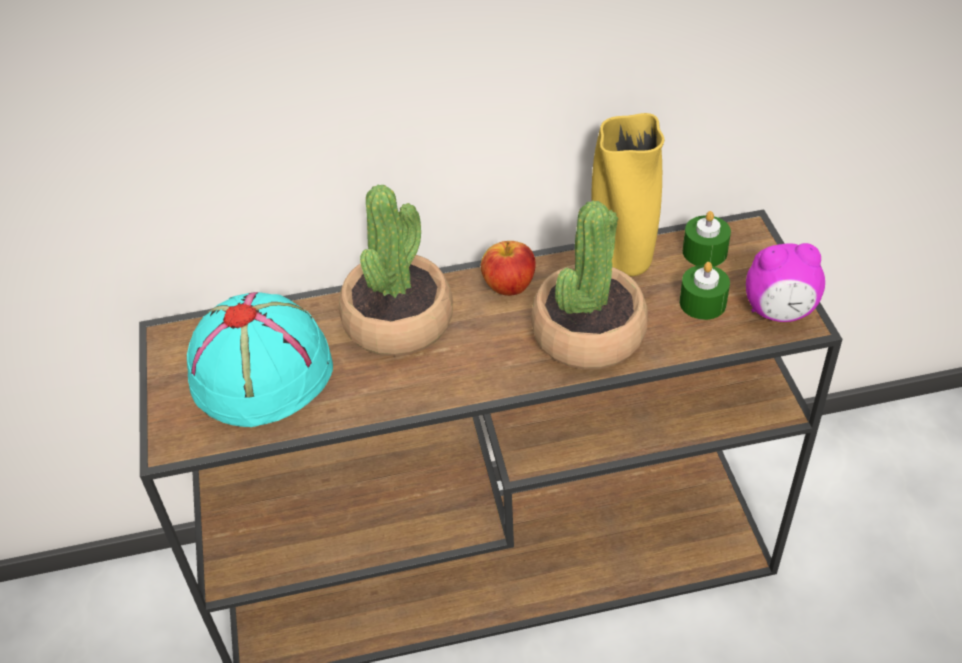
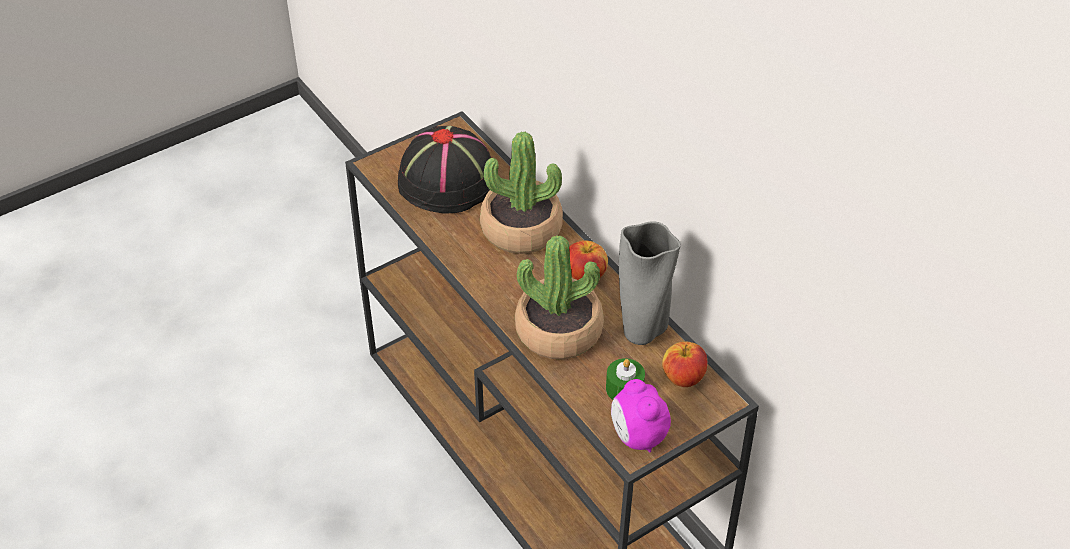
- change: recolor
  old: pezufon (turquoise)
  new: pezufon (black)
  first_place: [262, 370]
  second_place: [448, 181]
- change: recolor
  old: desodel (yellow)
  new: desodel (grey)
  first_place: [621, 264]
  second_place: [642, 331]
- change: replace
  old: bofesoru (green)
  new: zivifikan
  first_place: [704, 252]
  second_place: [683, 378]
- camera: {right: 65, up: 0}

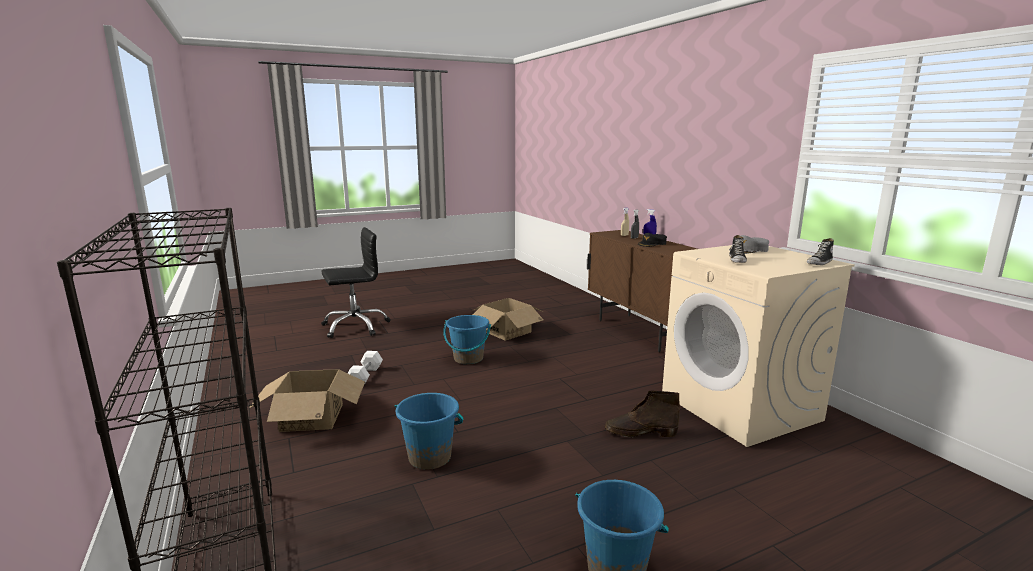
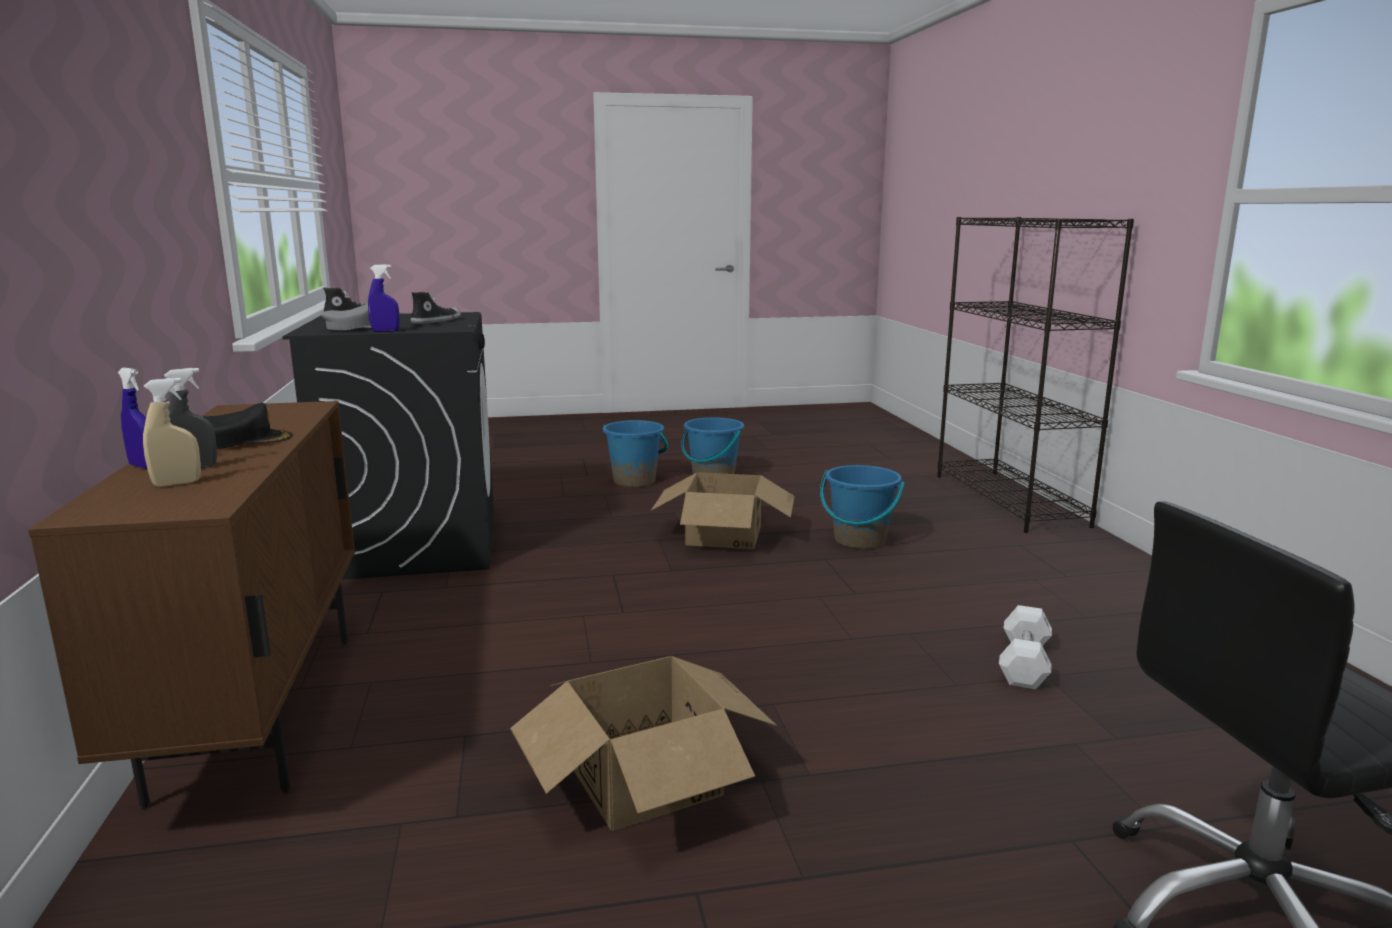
- change: recolor
  old: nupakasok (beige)
  new: nupakasok (black)
  first_place: [740, 407]
  second_place: [414, 544]
- change: insert
  new: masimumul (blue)
  second_place: [385, 331]
- change: move
  old: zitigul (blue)
  first_place: [468, 359]
  second_place: [634, 481]
- change: move
  old: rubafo
  first_place: [312, 417]
  second_place: [724, 535]
- change: delete
  old: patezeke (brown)
  first_place: [640, 432]
- camera: {right: -165, up: 0}

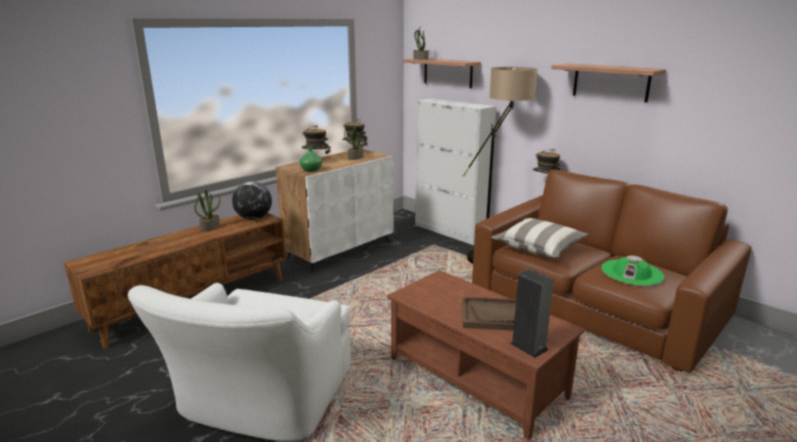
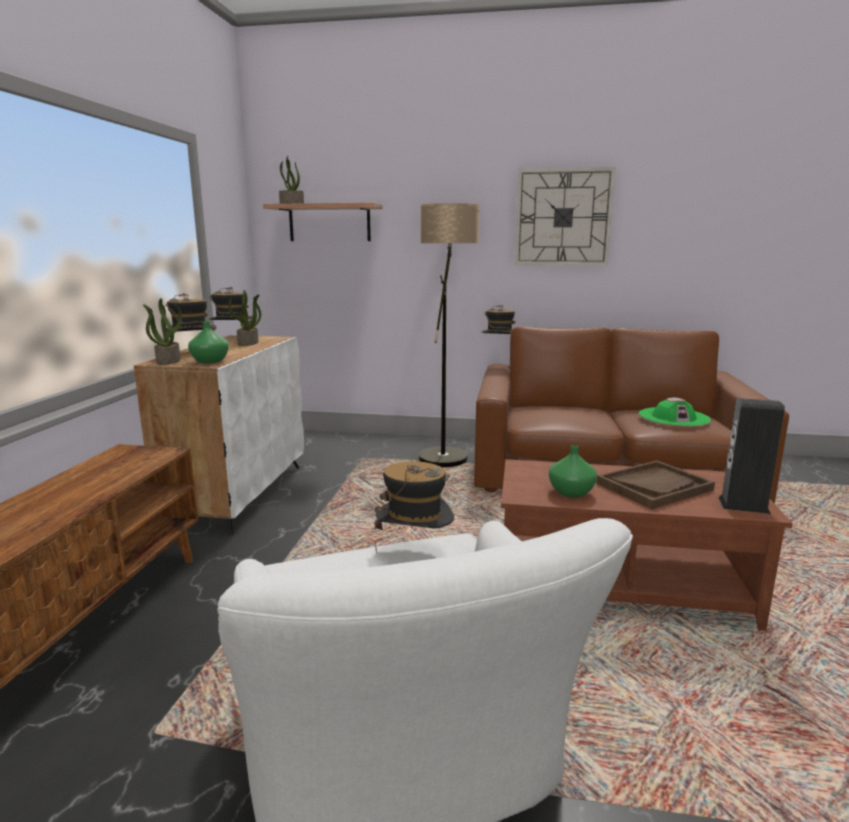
- change: move
  old: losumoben
  first_place: [210, 227]
  second_place: [168, 361]
- change: insert
  new: pezufon
  second_place: [414, 550]
- change: replace
  old: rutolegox
  new: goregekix
  first_place: [610, 82]
  second_place: [563, 217]
- change: insert
  new: desodel (green)
  second_place: [571, 492]
- change: delete
  old: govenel
  first_place: [253, 218]
- change: delete
  old: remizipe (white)
  first_place: [450, 231]
- change: delete
  old: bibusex
  first_place: [539, 248]
- camera: {right: -35, up: -5}

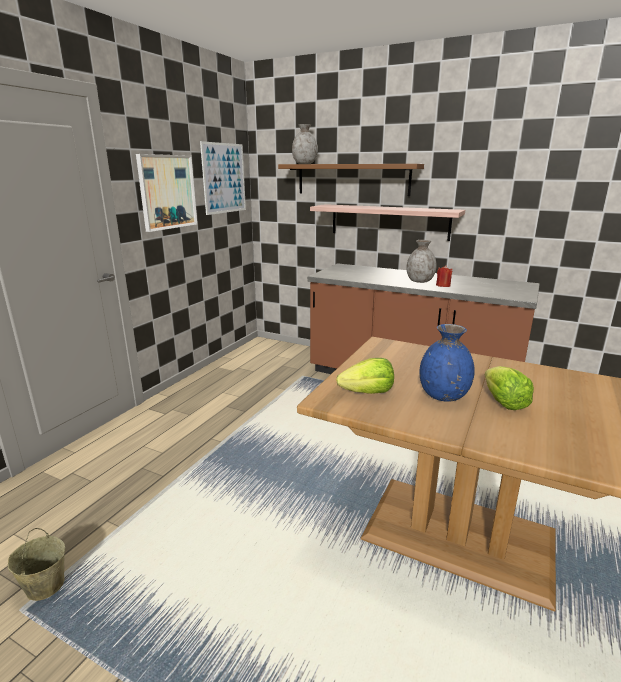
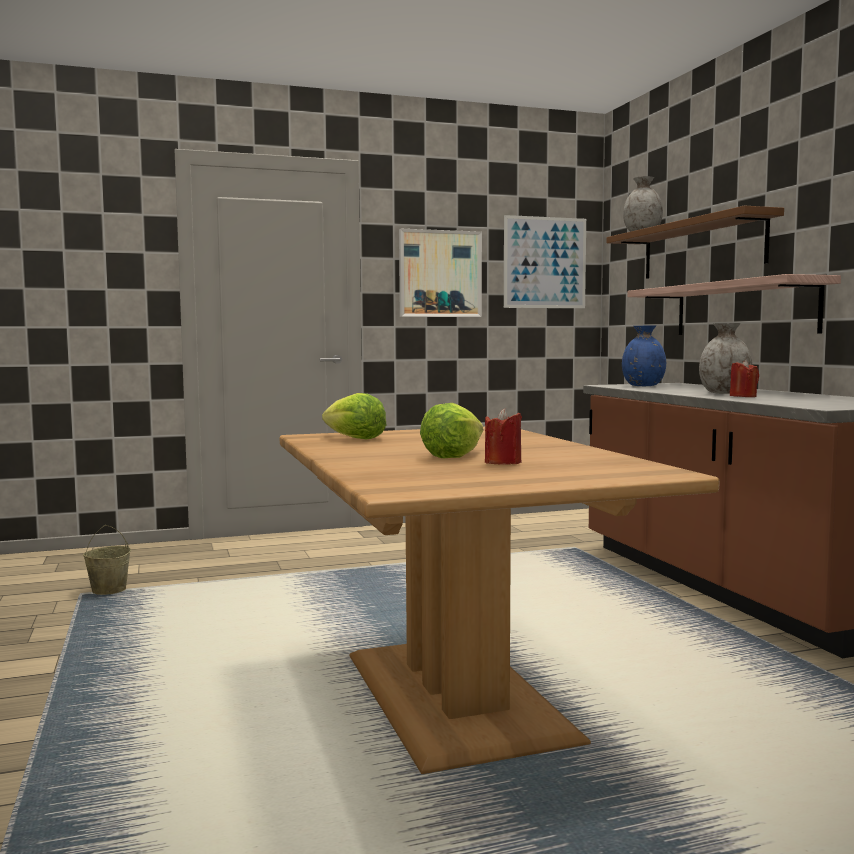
- change: insert
  new: bofesoru (red)
  second_place: [503, 462]
- change: move
  old: desodel (blue)
  first_place: [443, 396]
  second_place: [642, 386]
- camera: {right: 45, up: -15}

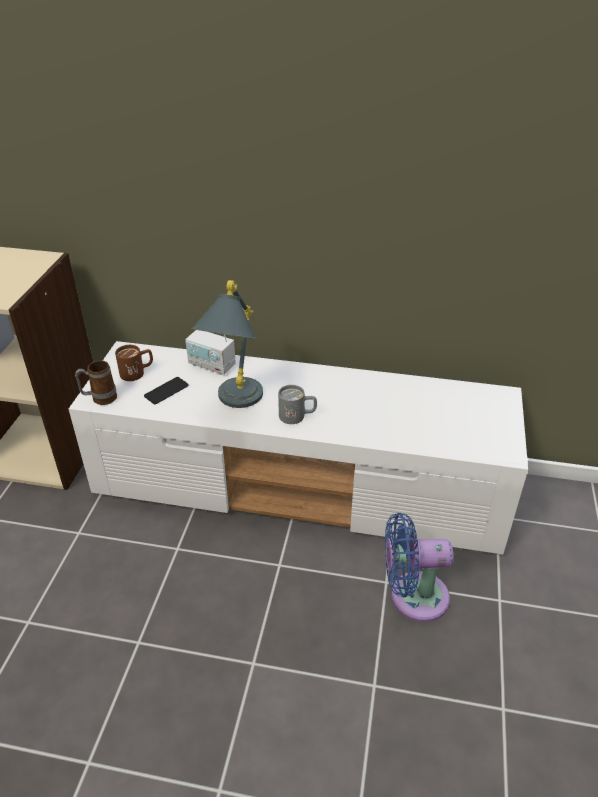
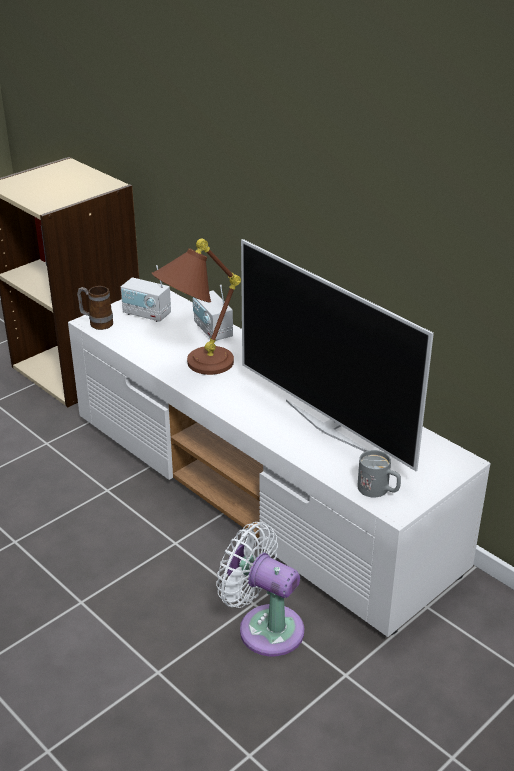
- change: replace
  old: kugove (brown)
  new: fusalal
  first_place: [137, 372]
  second_place: [146, 314]
- change: recolor
  old: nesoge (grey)
  new: nesoge (brown)
  first_place: [234, 404]
  second_place: [195, 368]
- change: recolor
  old: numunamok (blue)
  new: numunamok (white)
  first_place: [413, 596]
  second_place: [265, 627]
- change: insert
  new: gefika
  second_place: [330, 426]
- change: move
  old: kugove (grey)
  first_place: [297, 416]
  second_place: [379, 490]
- change: delete
  old: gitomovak
  first_place: [166, 391]
- camera: {right: 35, up: -5}

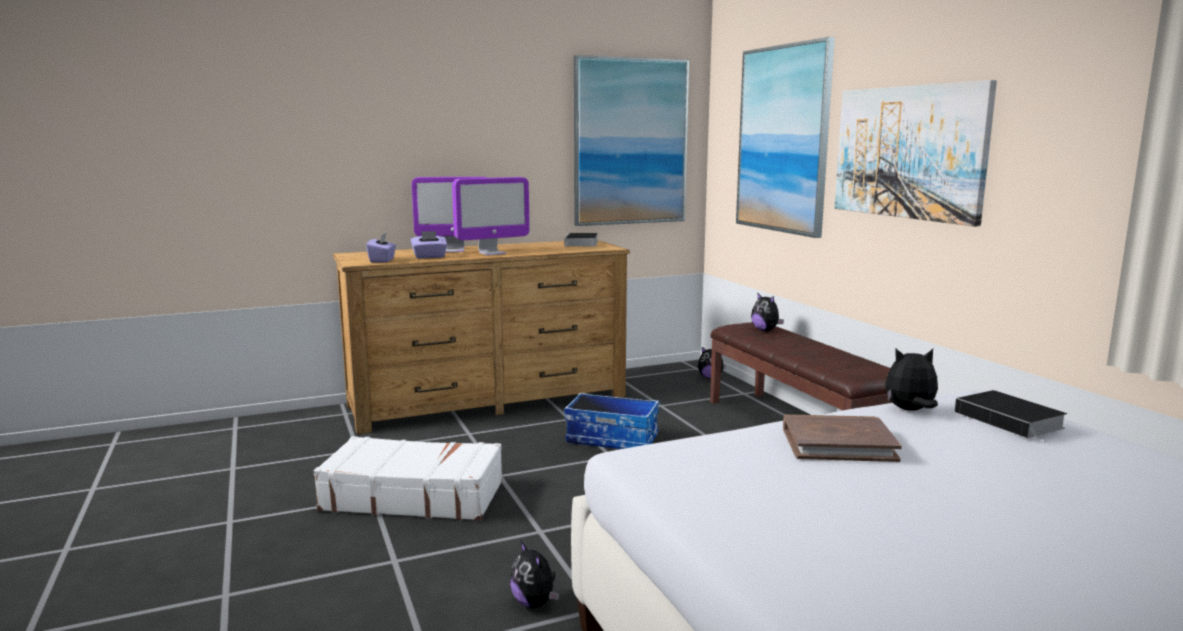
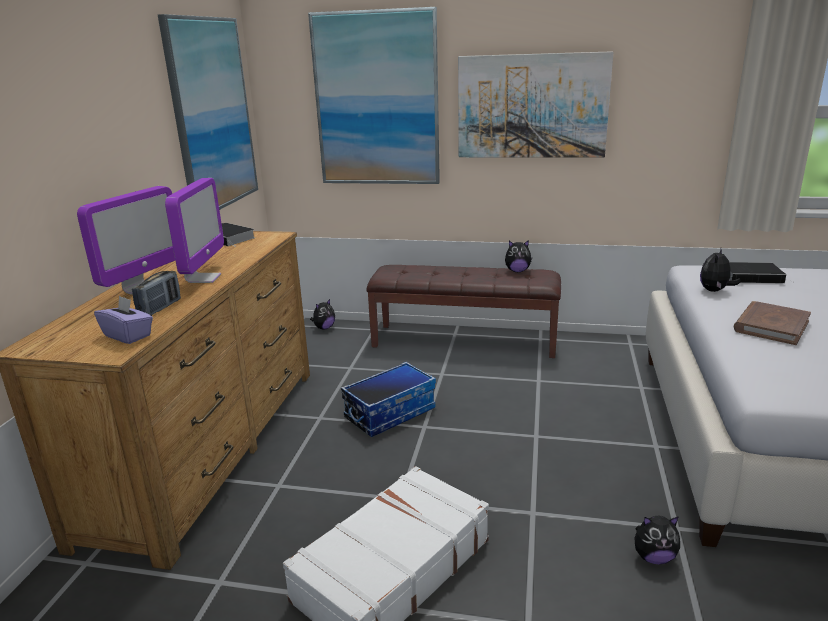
- change: replace
  old: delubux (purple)
  new: fusalal
  first_place: [429, 257]
  second_place: [160, 308]
- change: move
  old: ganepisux
  first_place: [765, 330]
  second_place: [517, 271]
- camera: {right: -55, up: 10}

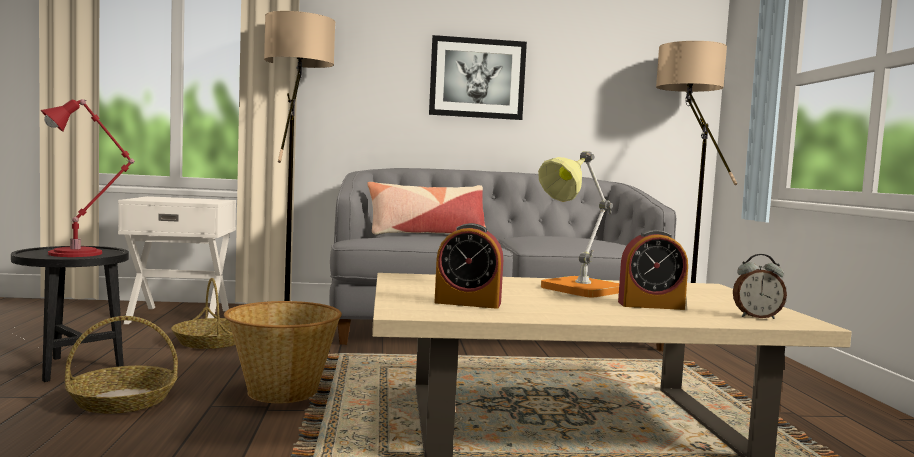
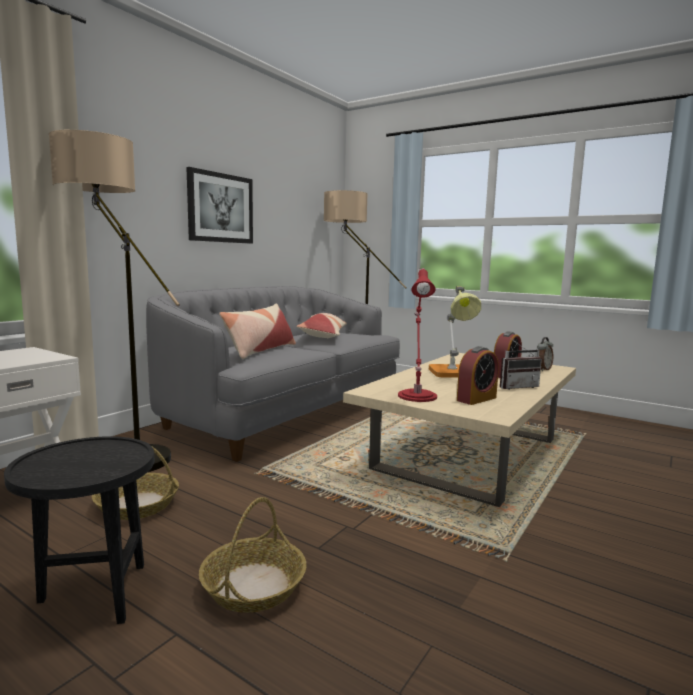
- change: insert
  new: bibusex
  second_place: [323, 335]
- change: move
  old: nesoge (red)
  first_place: [80, 253]
  second_place: [417, 395]
- change: insert
  new: fusalal
  second_place: [516, 386]
- change: delete
  old: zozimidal
  first_place: [281, 391]
- camera: {right: -50, up: 5}

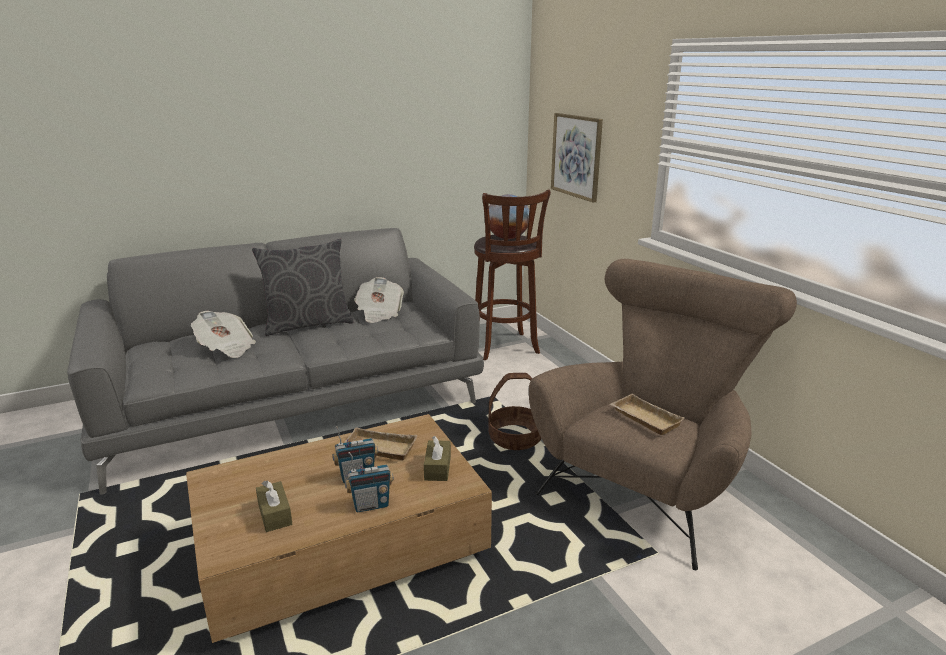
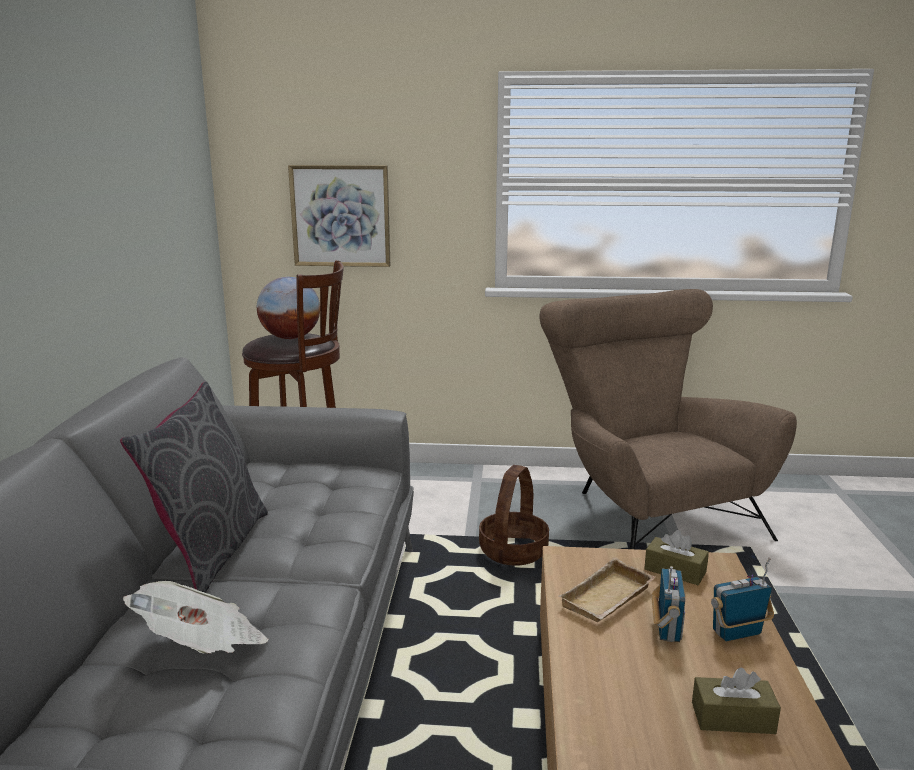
- change: rotate
  old: fusalal
  first_place: [371, 505]
  second_place: [737, 633]
  degrees: -120
- change: delete
  old: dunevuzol
  first_place: [379, 313]
- change: delete
  old: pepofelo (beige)
  first_place: [643, 419]
- camera: {right: -60, up: -5}

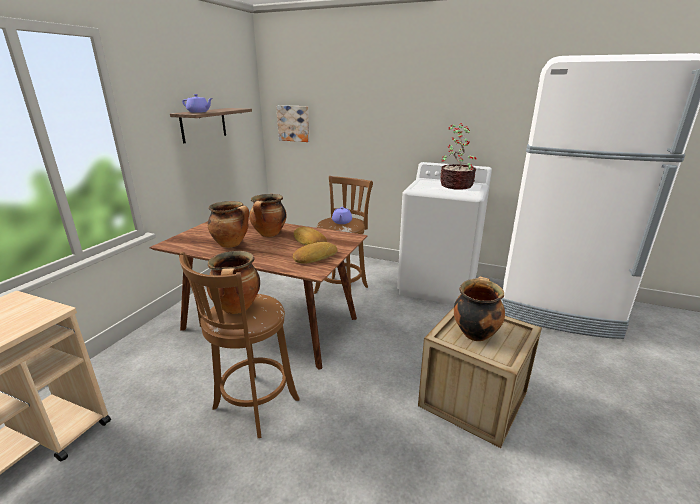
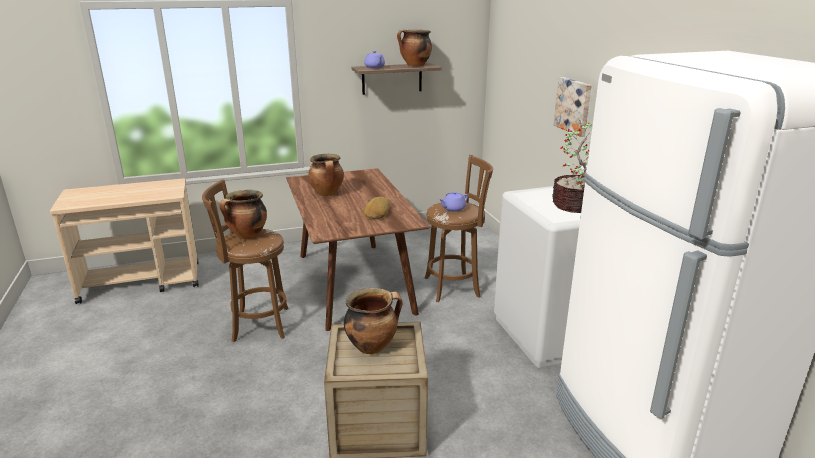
- change: move
  old: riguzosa
  first_place: [269, 234]
  second_place: [415, 66]
- change: move
  old: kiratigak
  first_place: [294, 123]
  second_place: [574, 106]
- change: delete
  old: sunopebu
  first_place: [314, 257]
- camera: {right: 50, up: 0}

